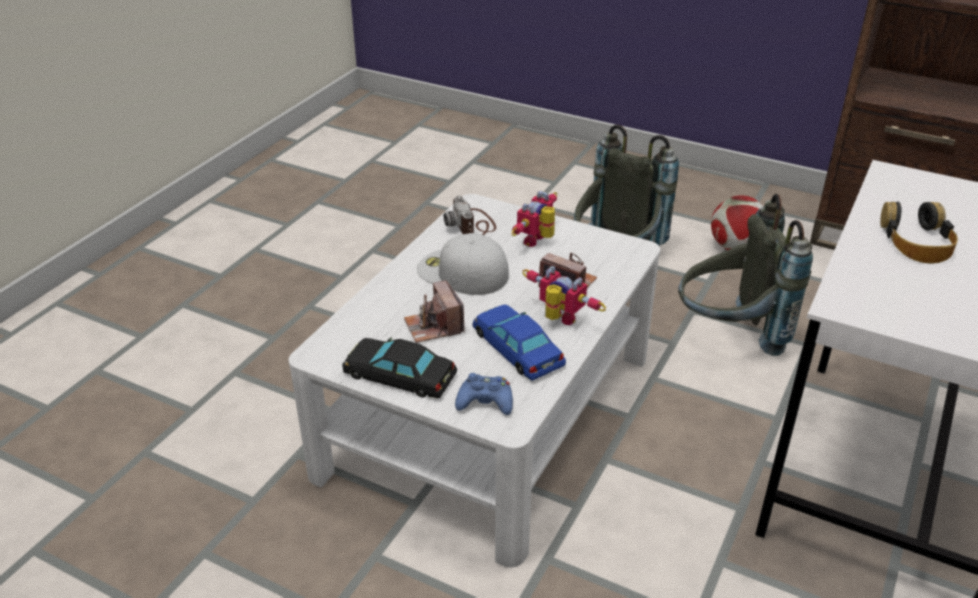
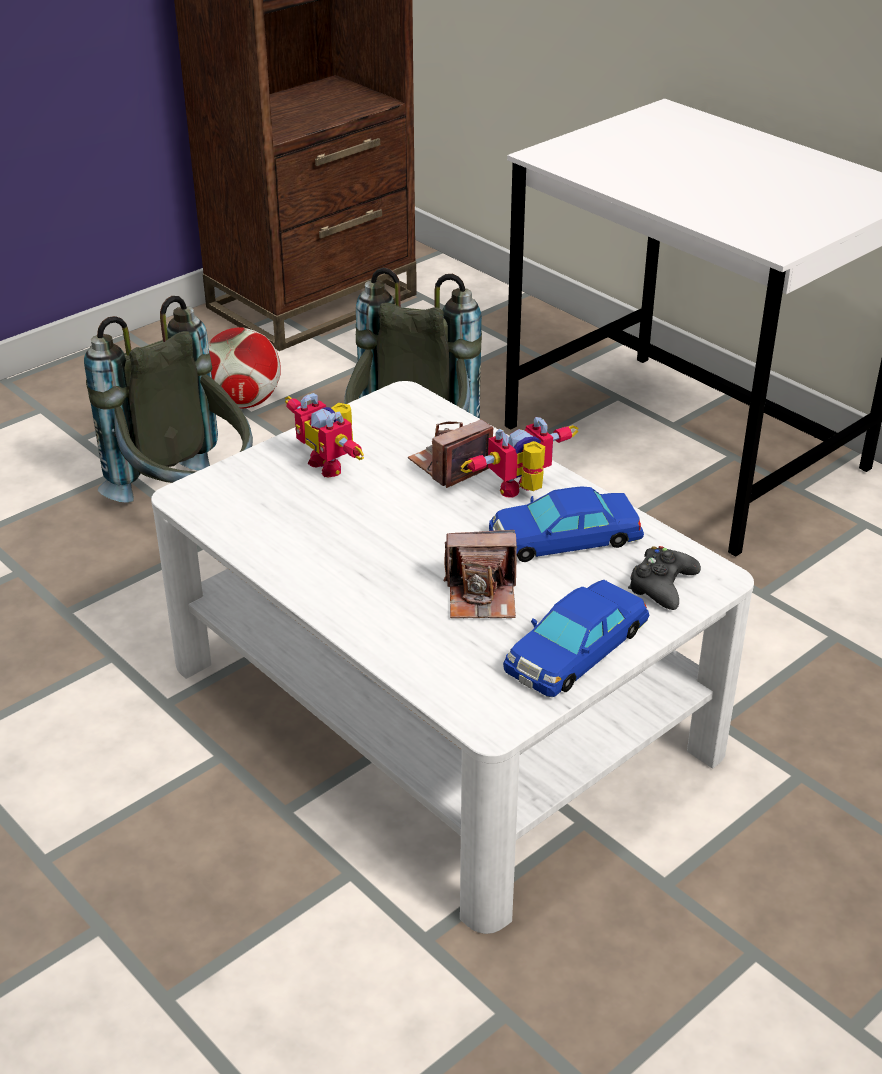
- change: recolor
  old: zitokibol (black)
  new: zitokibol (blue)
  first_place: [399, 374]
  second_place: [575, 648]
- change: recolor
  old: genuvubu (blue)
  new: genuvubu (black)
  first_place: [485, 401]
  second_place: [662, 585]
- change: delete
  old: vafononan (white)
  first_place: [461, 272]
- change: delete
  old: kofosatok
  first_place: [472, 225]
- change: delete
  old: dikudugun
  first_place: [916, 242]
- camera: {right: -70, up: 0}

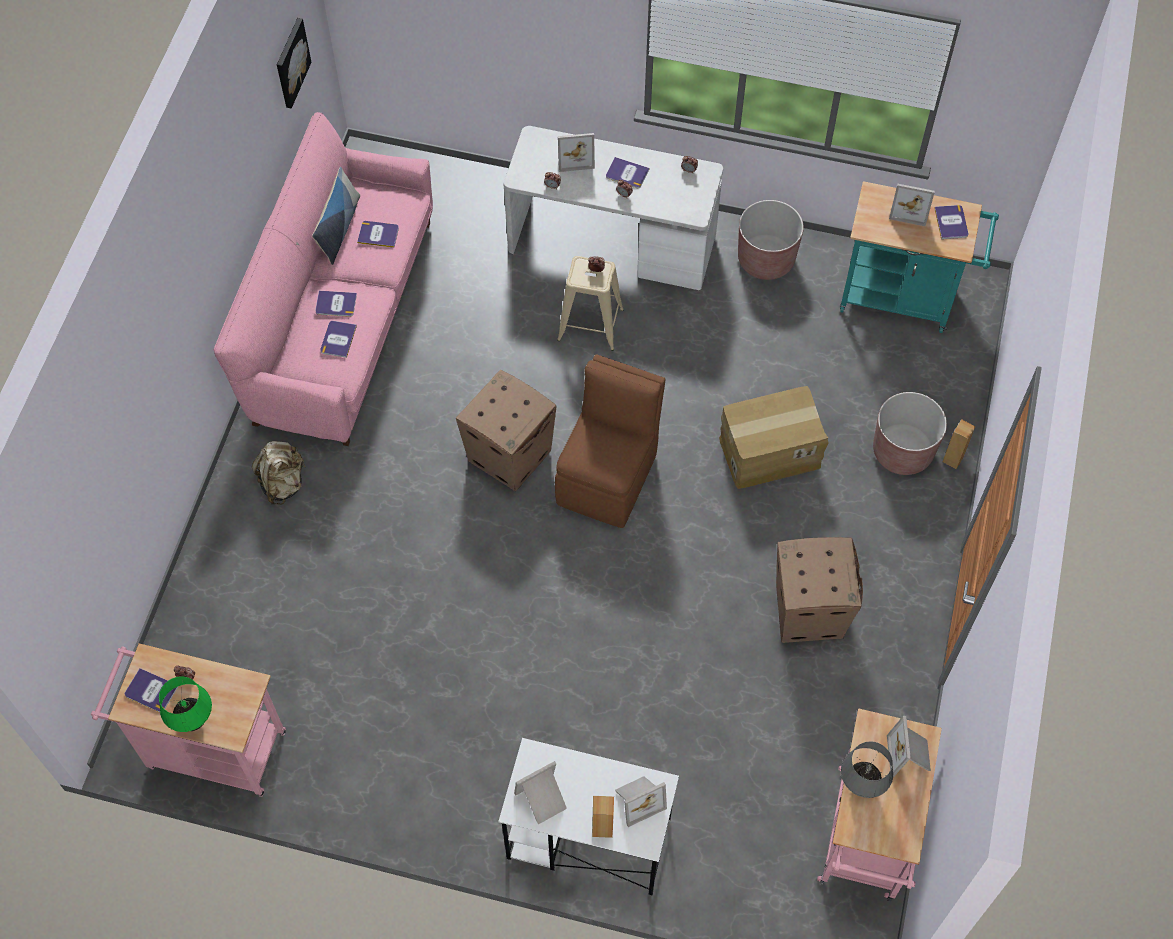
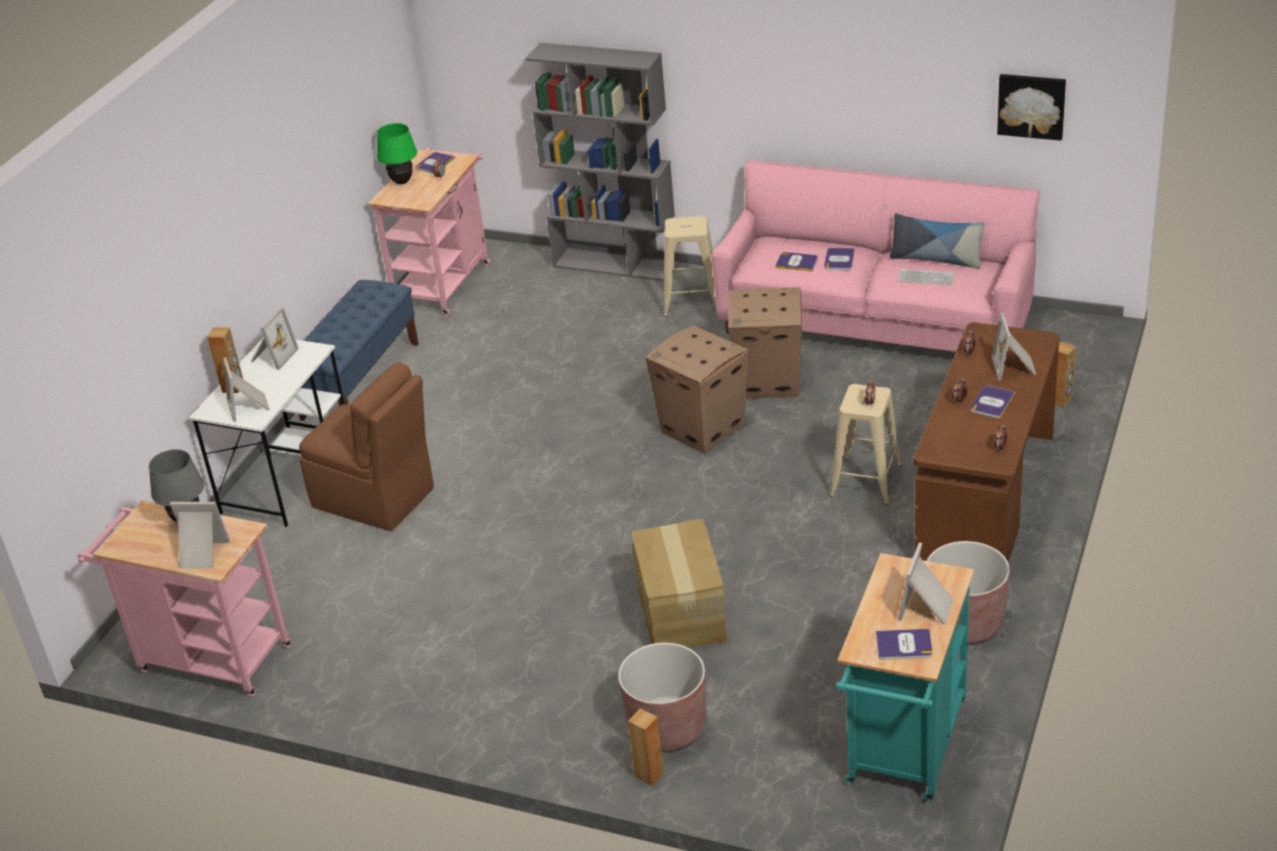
- change: rotate
  old: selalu
  first_place: [543, 800]
  second_place: [272, 356]
  degrees: 45
- change: insert
  new: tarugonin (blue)
  second_place: [360, 380]
- change: move
  old: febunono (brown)
  first_place: [608, 476]
  second_place: [376, 499]
- change: insert
  new: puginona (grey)
  second_place: [616, 265]
- change: replace
  old: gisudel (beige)
  new: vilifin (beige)
  first_place: [283, 483]
  second_place: [691, 301]
- change: move
  old: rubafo
  first_place: [809, 611]
  second_place: [769, 380]
- change: replace
  old: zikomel
  new: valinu
  first_place: [378, 234]
  second_place: [926, 278]
- change: recolor
  old: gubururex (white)
  new: gubururex (brown)
  first_place: [612, 241]
  second_place: [986, 498]
- change: insert
  new: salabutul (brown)
  second_place: [1060, 400]
- camera: {right: 100, up: -25}

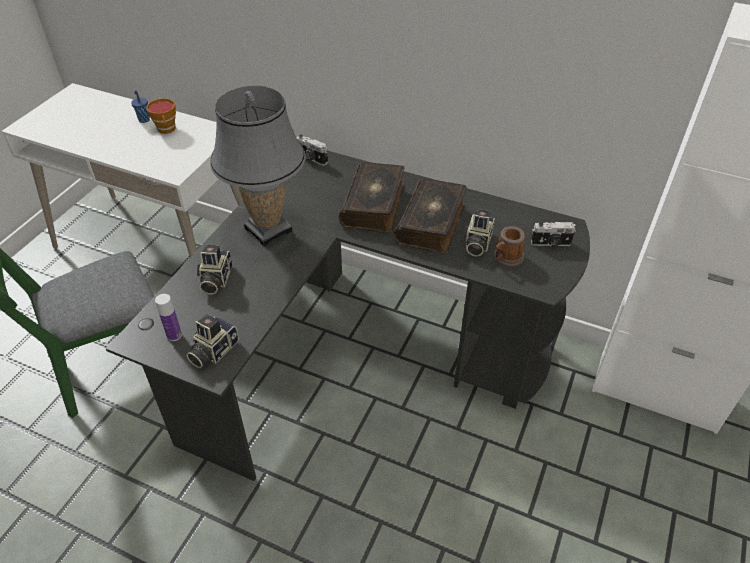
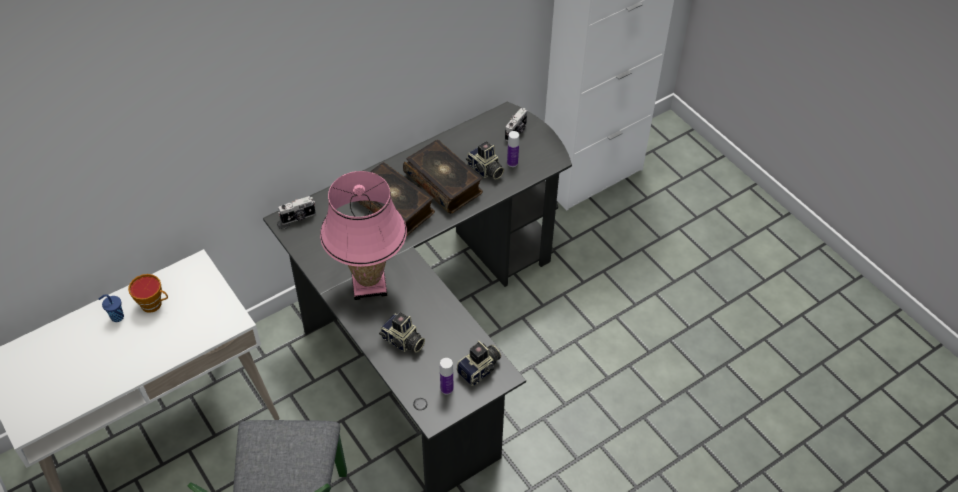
- change: recolor
  old: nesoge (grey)
  new: nesoge (pink)
  first_place: [269, 230]
  second_place: [369, 284]
- change: rotate
  old: kofosatok
  first_place: [212, 351]
  second_place: [480, 370]
  degrees: -105
- change: replace
  old: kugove
  new: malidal
  first_place: [506, 258]
  second_place: [512, 163]
- camera: {right: -60, up: 5}

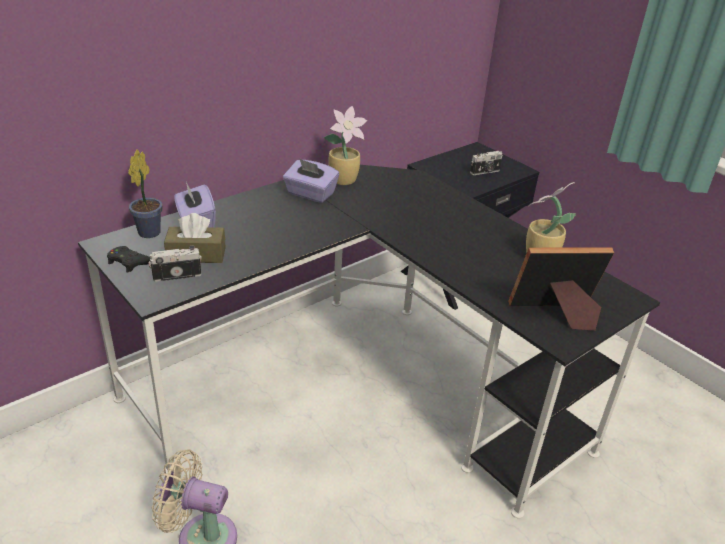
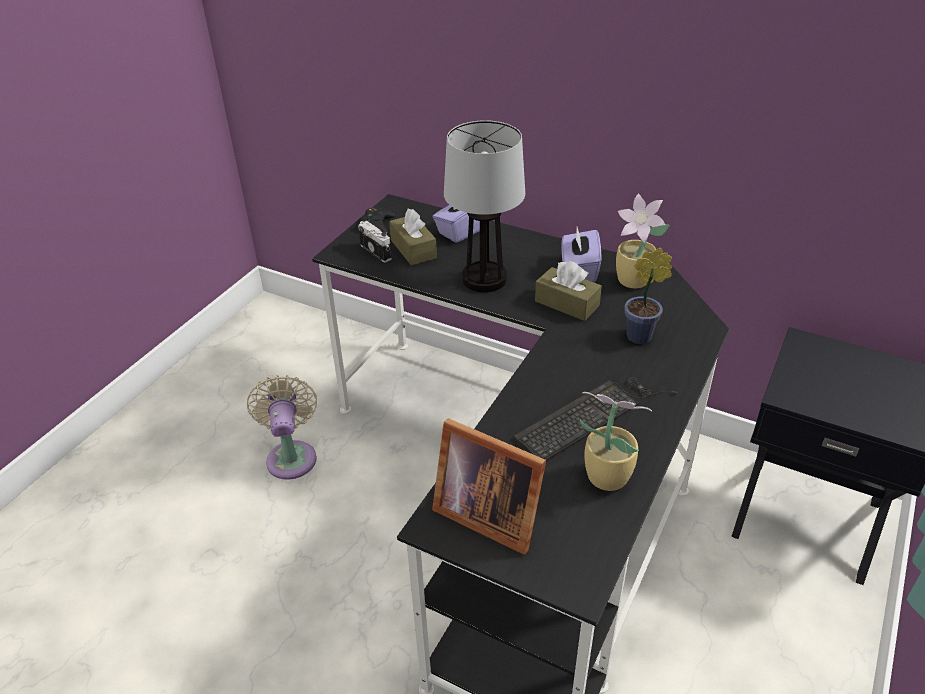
- change: rotate
  old: selalu
  first_place: [556, 314]
  second_place: [486, 512]
  degrees: 150
- change: insert
  new: nesoge
  second_place: [485, 279]
- change: insert
  new: valinu
  second_place: [591, 415]
- change: insert
  new: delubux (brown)
  second_place: [567, 303]
- change: move
  old: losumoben
  first_place: [151, 231]
  second_place: [642, 336]
- change: delete
  old: kofosatok
  first_place: [485, 172]
- camera: {right: 70, up: 5}

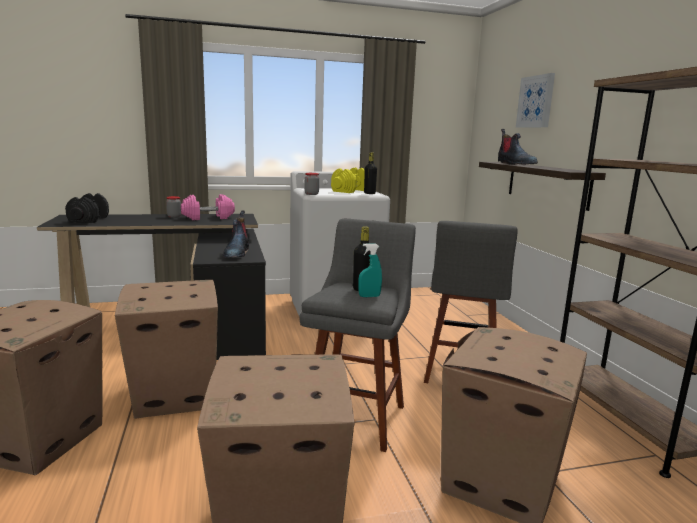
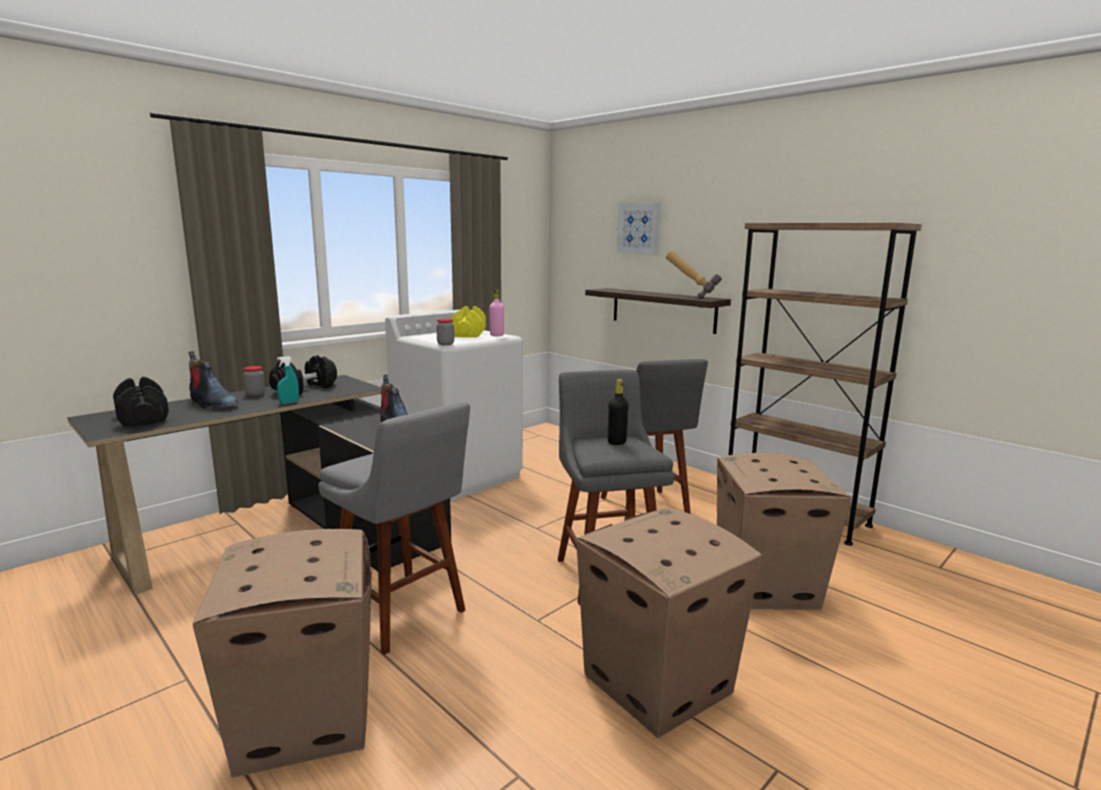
- change: move
  old: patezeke
  first_place: [514, 164]
  second_place: [212, 403]
- change: recolor
  old: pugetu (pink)
  new: pugetu (black)
  first_place: [208, 218]
  second_place: [305, 389]
- change: move
  old: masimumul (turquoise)
  first_place: [369, 296]
  second_place: [289, 402]
- change: replace
  old: rubafo
  new: vilifin (grey)
  first_place: [173, 395]
  second_place: [402, 614]
- change: recolor
  old: malidal (black)
  new: malidal (pink)
  first_place: [369, 193]
  second_place: [496, 335]
- change: insert
  new: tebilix
  second_place: [691, 297]
- camera: {right: -30, up: 0}

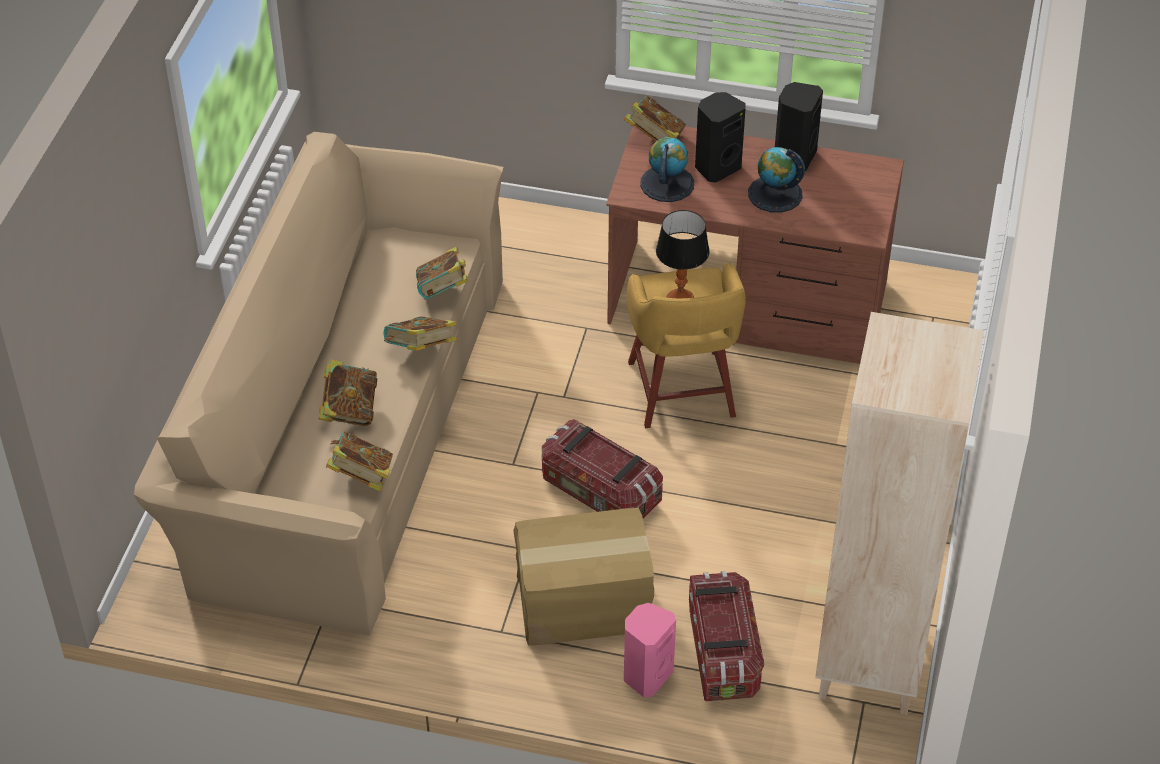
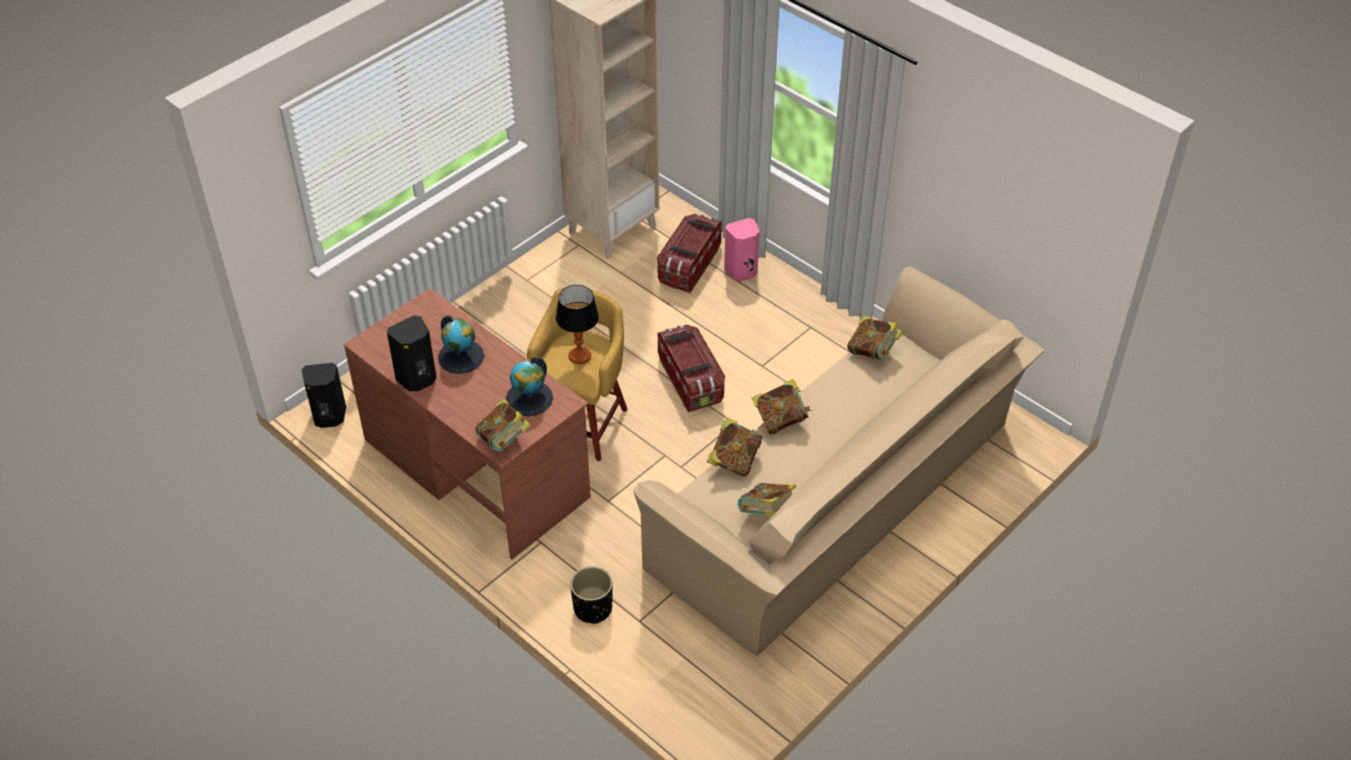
- change: move
  old: salabutul (black)
  first_place: [716, 167]
  second_place: [329, 417]
- change: insert
  new: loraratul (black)
  second_place: [592, 608]
- change: move
  old: zikomel
  first_place: [349, 410]
  second_place: [766, 513]
- change: delete
  old: rubafo
  first_place: [583, 604]
- camera: {right: -150, up: 0}

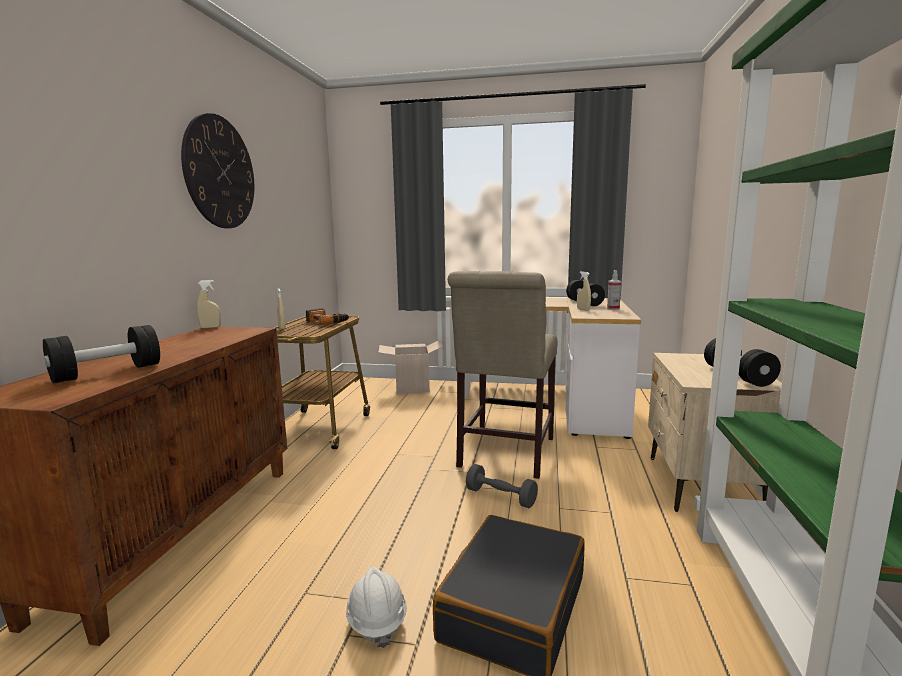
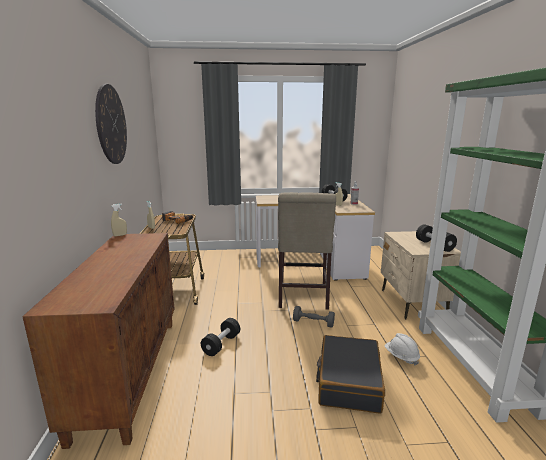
- change: move
  old: pugetu (black)
  first_place: [107, 372]
  second_place: [221, 344]
- change: move
  old: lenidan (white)
  first_place: [376, 621]
  second_place: [401, 357]
- change: delete
  old: rubafo
  first_place: [412, 388]
- camera: {right: -15, up: 5}

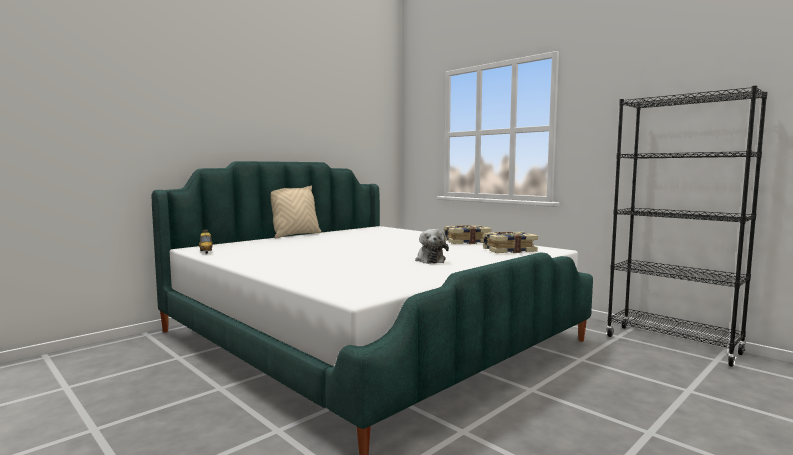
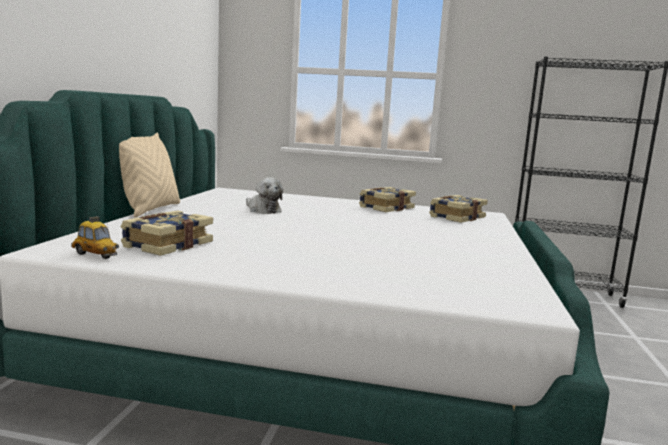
- change: insert
  new: zikomel
  second_place: [167, 245]
- change: move
  old: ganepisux
  first_place: [430, 260]
  second_place: [262, 210]
- camera: {right: -35, up: 5}

